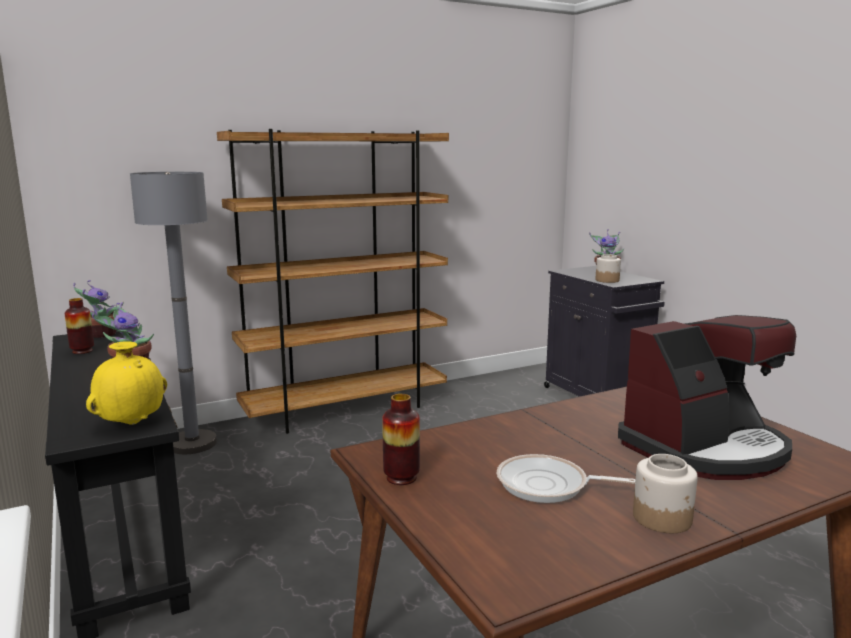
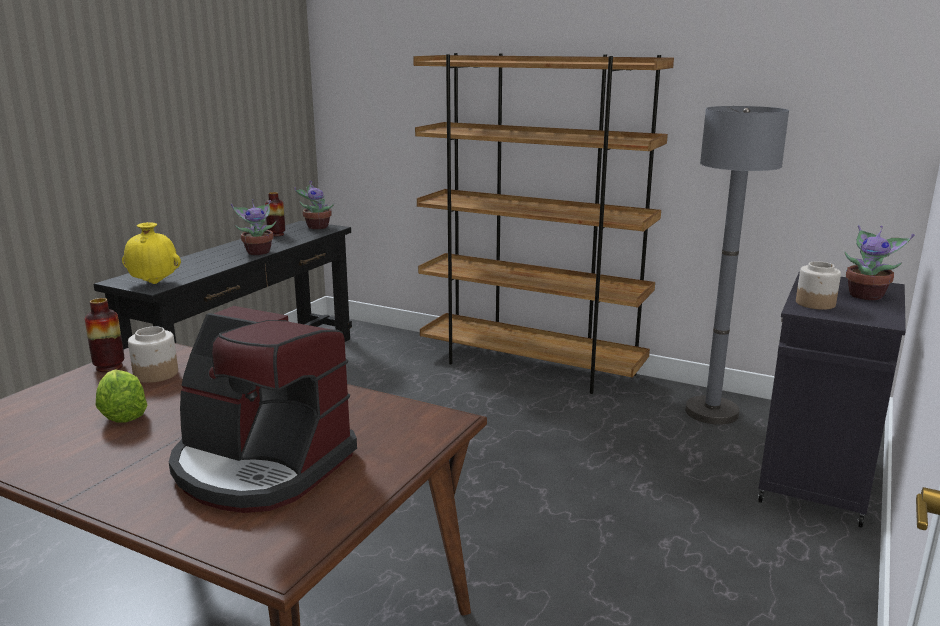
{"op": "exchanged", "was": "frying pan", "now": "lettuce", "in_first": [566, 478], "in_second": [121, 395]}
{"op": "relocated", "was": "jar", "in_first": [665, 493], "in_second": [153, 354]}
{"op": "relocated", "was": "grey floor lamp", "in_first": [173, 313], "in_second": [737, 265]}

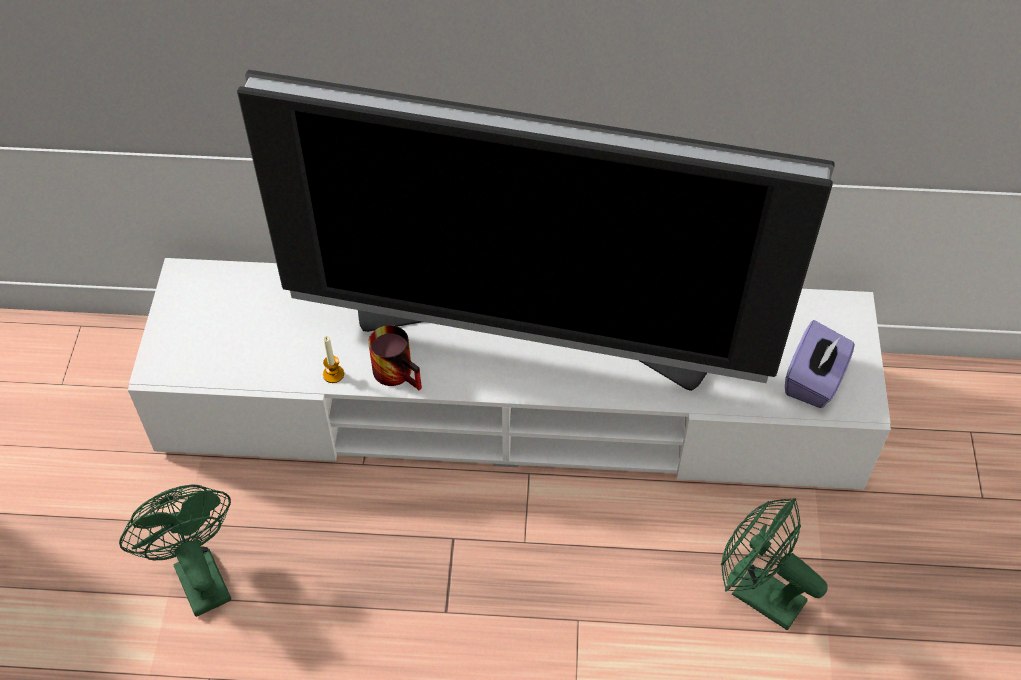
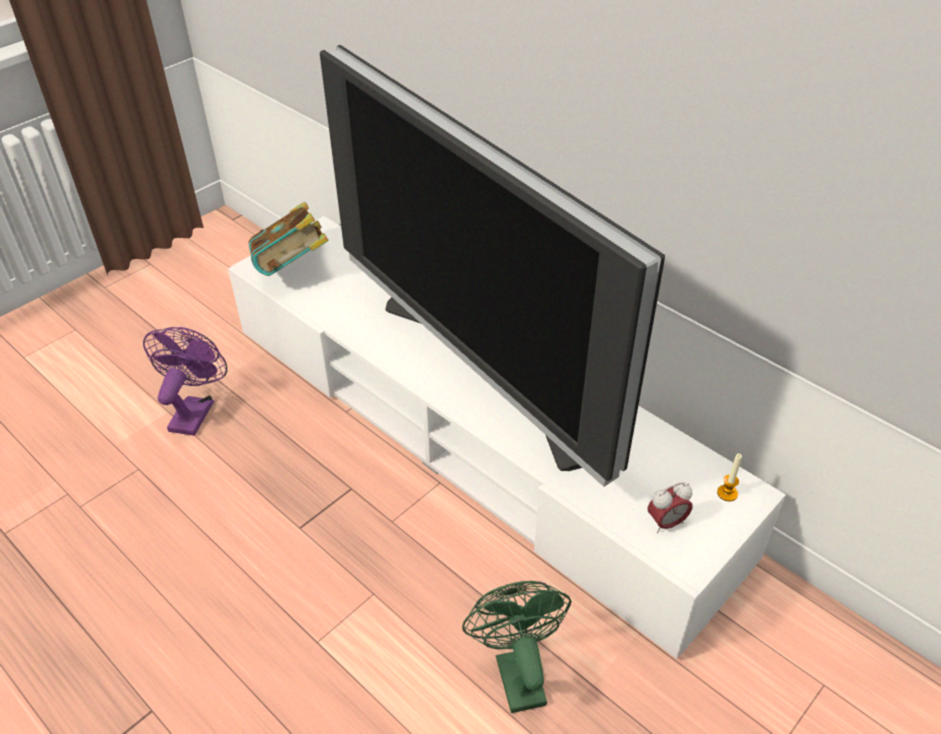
{"op": "colour", "was": "green fan", "now": "purple fan", "in_first": [175, 551], "in_second": [185, 381]}
{"op": "appeared", "now": "book", "in_second": [288, 239]}
{"op": "exchanged", "was": "purple tissue box", "now": "alarm clock", "in_first": [820, 364], "in_second": [670, 507]}
{"op": "relocated", "was": "candle", "in_first": [333, 359], "in_second": [729, 477]}
{"op": "missing", "was": "mug", "in_first": [395, 357]}

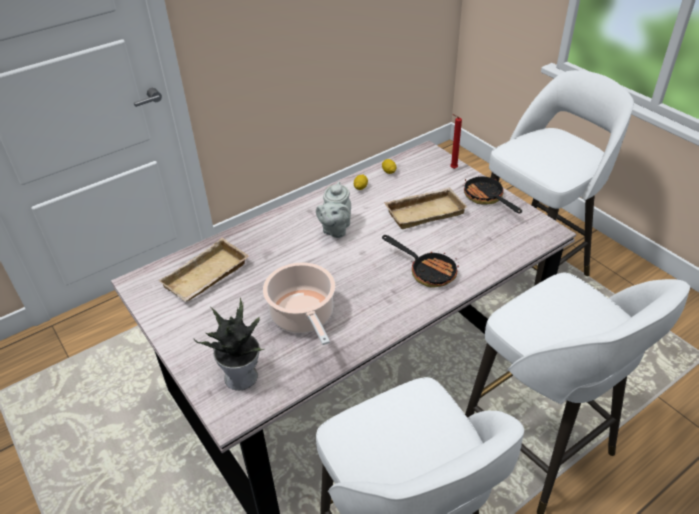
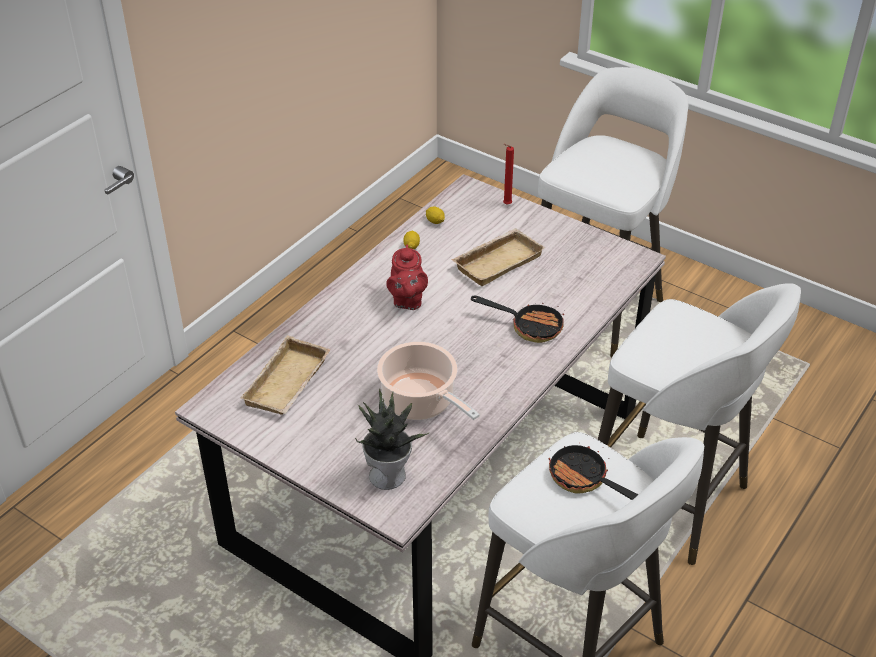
{"op": "colour", "was": "grey teapot", "now": "red teapot", "in_first": [333, 209], "in_second": [407, 277]}
{"op": "relocated", "was": "frying pan", "in_first": [492, 194], "in_second": [593, 472]}

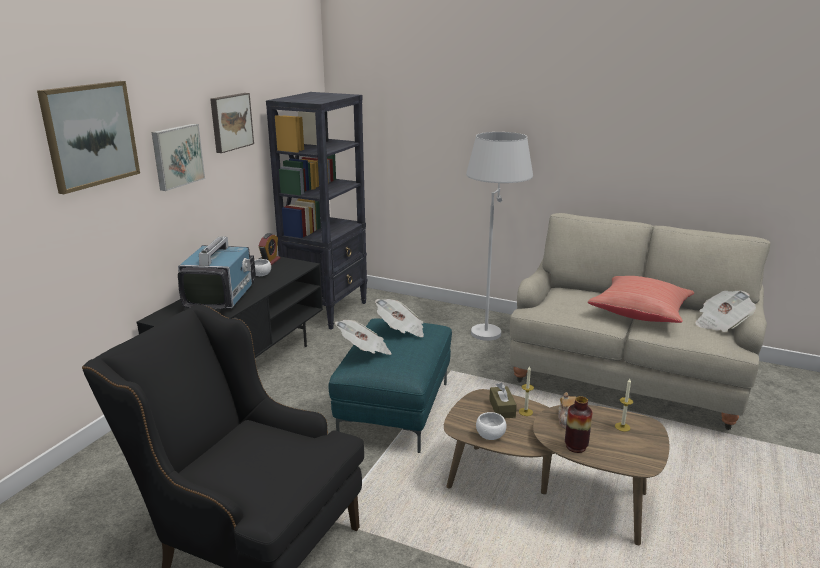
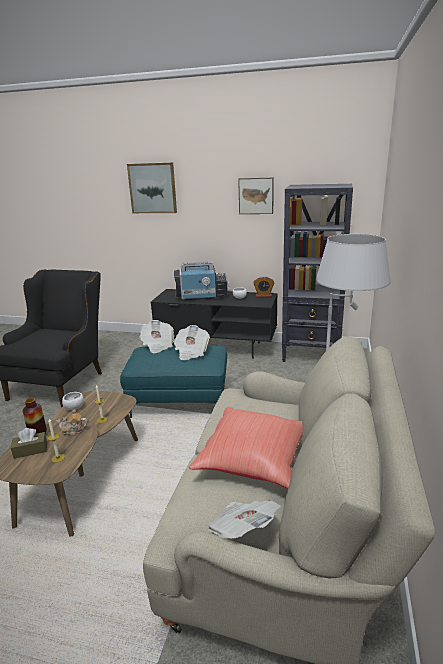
{"op": "relocated", "was": "brown tissue box", "in_first": [503, 400], "in_second": [29, 443]}
{"op": "missing", "was": "picture", "in_first": [178, 157]}

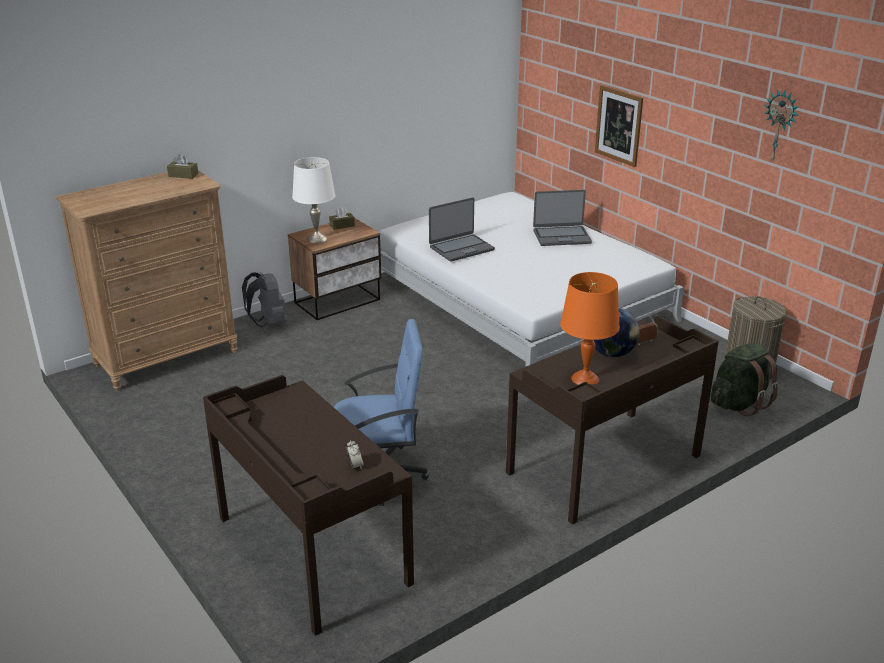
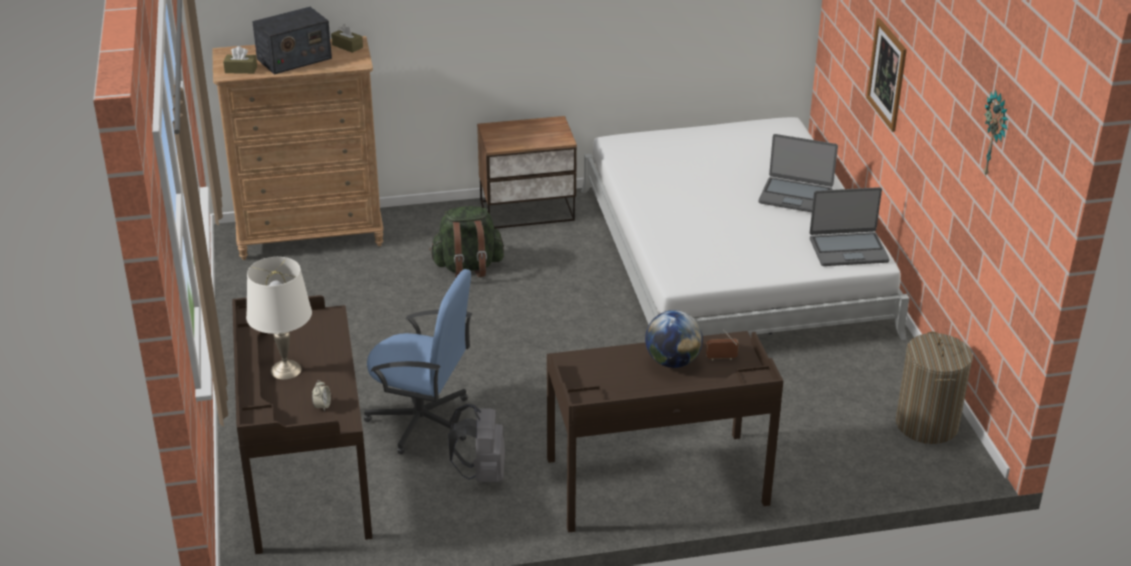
{"op": "relocated", "was": "brown tissue box", "in_first": [342, 218], "in_second": [240, 60]}
{"op": "relocated", "was": "white table lamp", "in_first": [314, 200], "in_second": [279, 318]}
{"op": "appeared", "now": "radio", "in_second": [292, 40]}
{"op": "relocated", "was": "green backpack", "in_first": [744, 380], "in_second": [466, 242]}
{"op": "relocated", "was": "grey backpack", "in_first": [264, 299], "in_second": [476, 443]}
{"op": "relocated", "was": "laptop", "in_first": [462, 230], "in_second": [850, 226]}
{"op": "missing", "was": "orange table lamp", "in_first": [590, 328]}

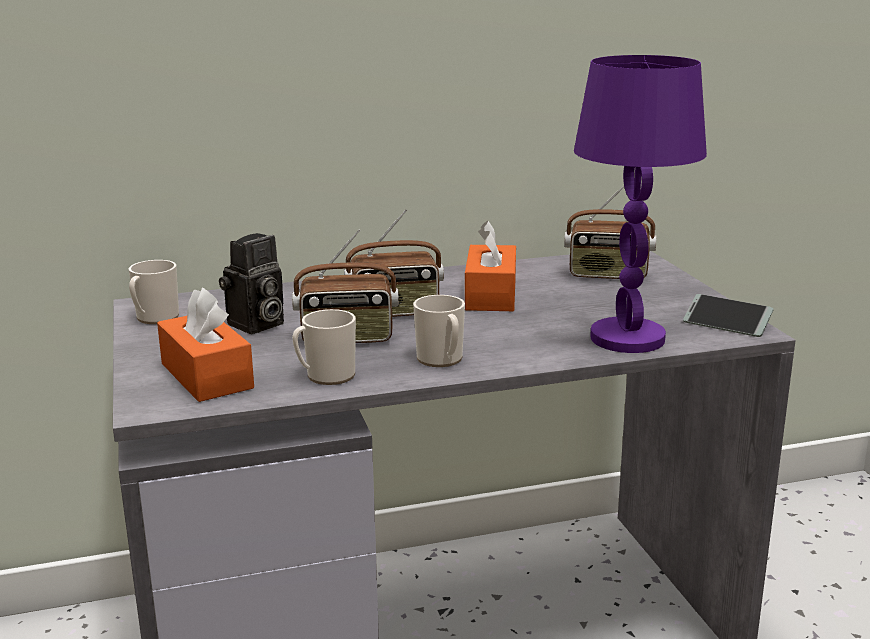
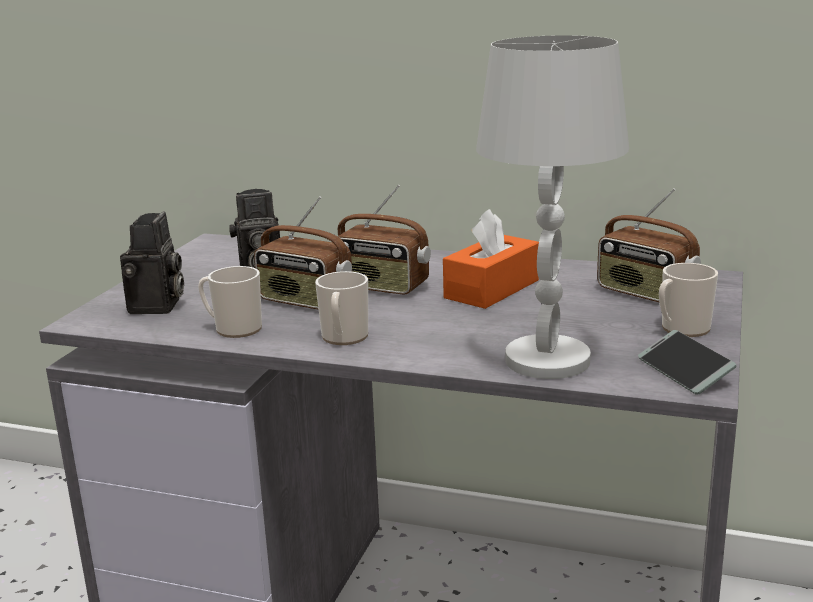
{"op": "exchanged", "was": "orange tissue box", "now": "photo camera", "in_first": [205, 345], "in_second": [152, 262]}
{"op": "colour", "was": "purple table lamp", "now": "white table lamp", "in_first": [640, 204], "in_second": [552, 207]}
{"op": "relocated", "was": "mug", "in_first": [154, 292], "in_second": [688, 300]}

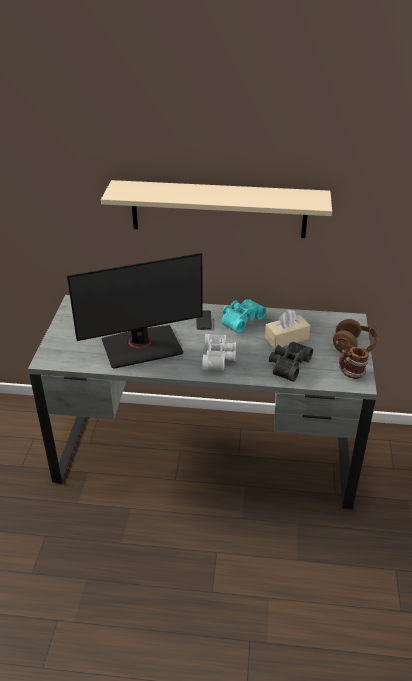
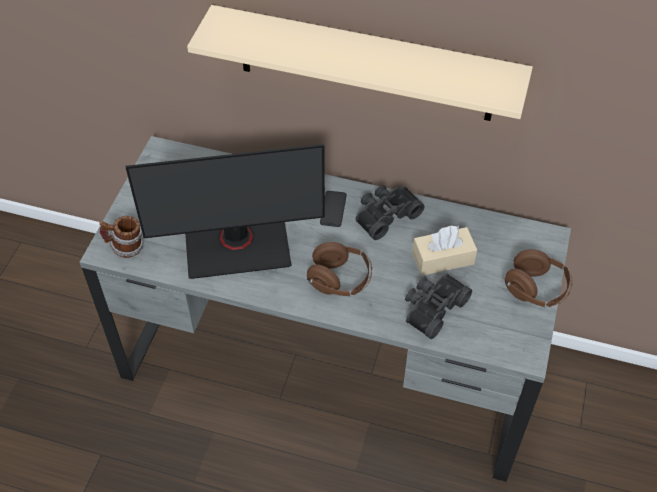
{"op": "relocated", "was": "mug", "in_first": [354, 363], "in_second": [121, 237]}
{"op": "exchanged", "was": "white binoculars", "now": "brown headphones", "in_first": [219, 352], "in_second": [339, 269]}
{"op": "colour", "was": "turquoise binoculars", "now": "black binoculars", "in_first": [244, 316], "in_second": [389, 212]}

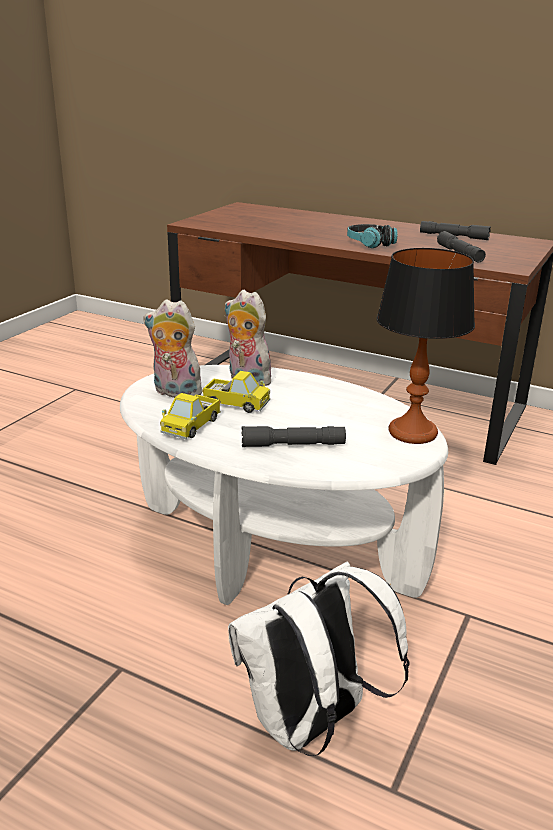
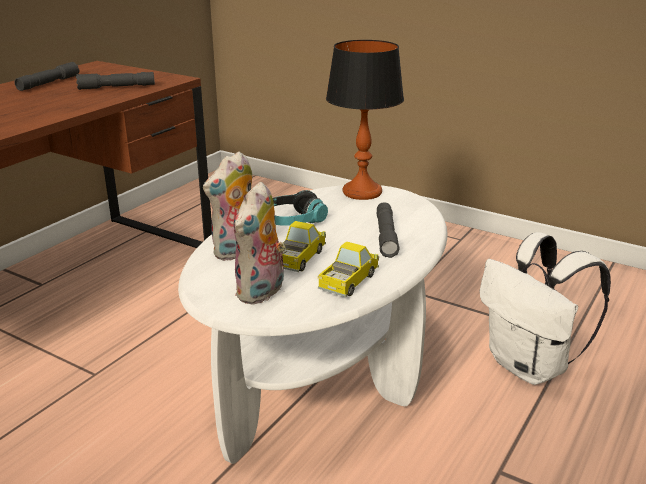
{"op": "relocated", "was": "headphones", "in_first": [372, 236], "in_second": [300, 208]}
{"op": "spun", "was": "toy truck", "in_first": [190, 416], "in_second": [348, 269], "clockwise": -90}

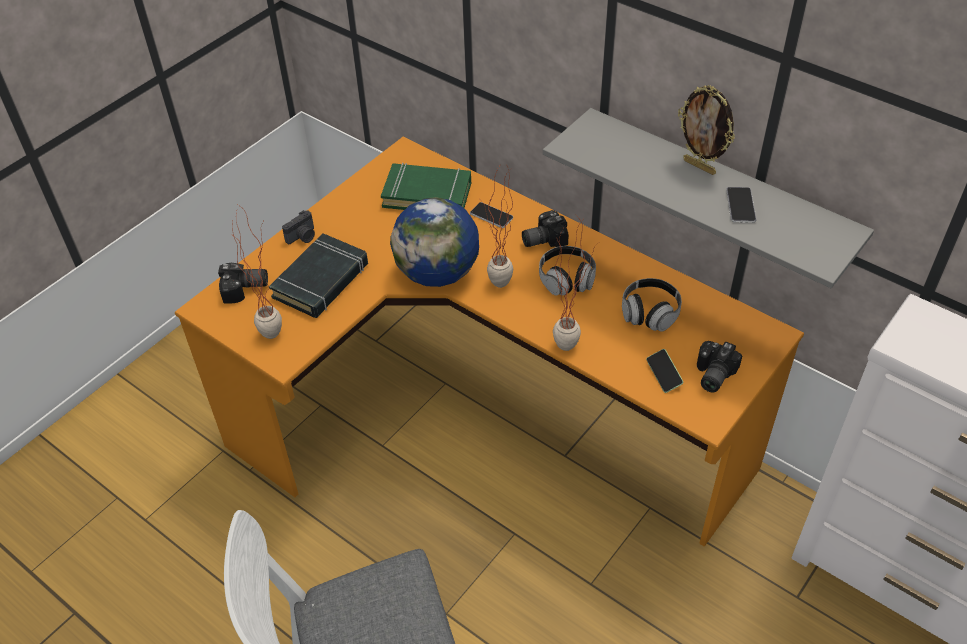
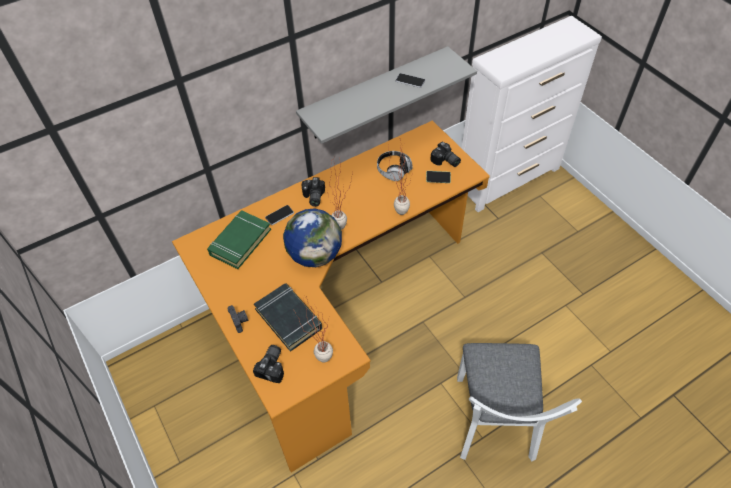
{"op": "missing", "was": "headphones", "in_first": [567, 271]}
{"op": "missing", "was": "picture frame", "in_first": [706, 130]}

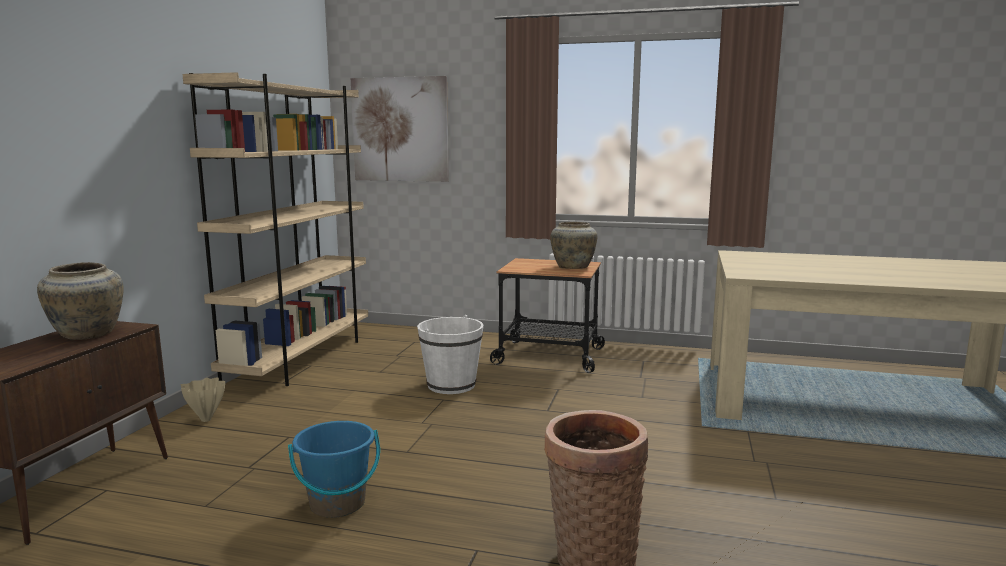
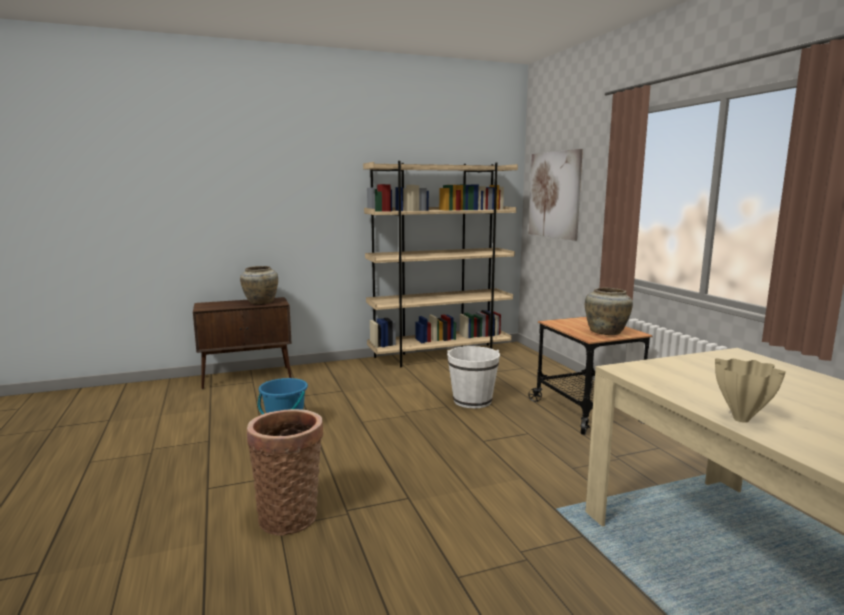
{"op": "relocated", "was": "beige vase", "in_first": [203, 400], "in_second": [750, 390]}

